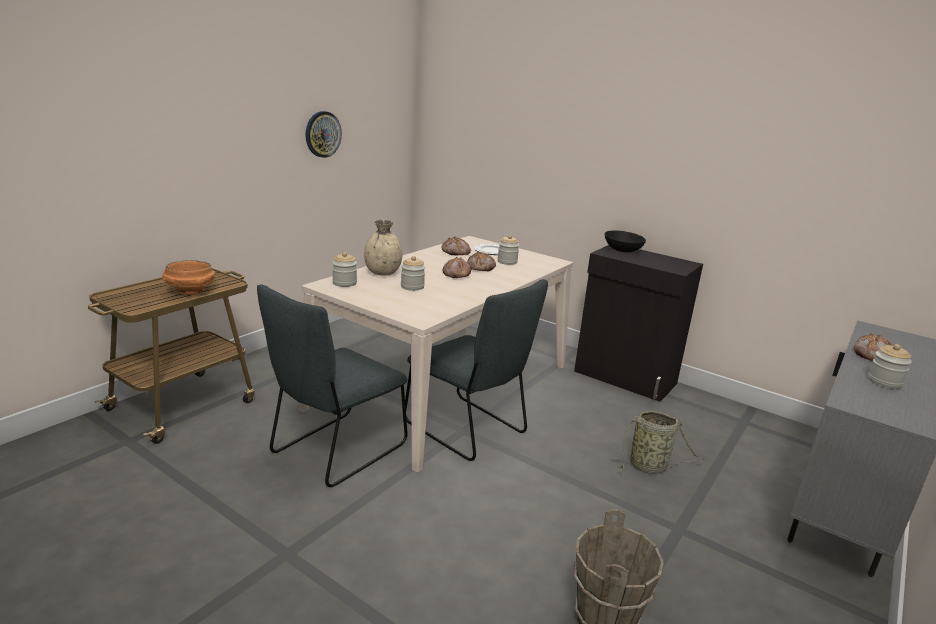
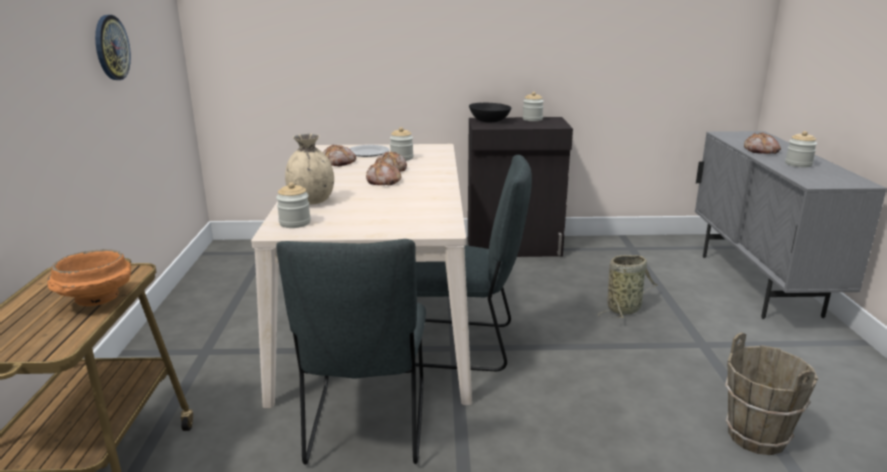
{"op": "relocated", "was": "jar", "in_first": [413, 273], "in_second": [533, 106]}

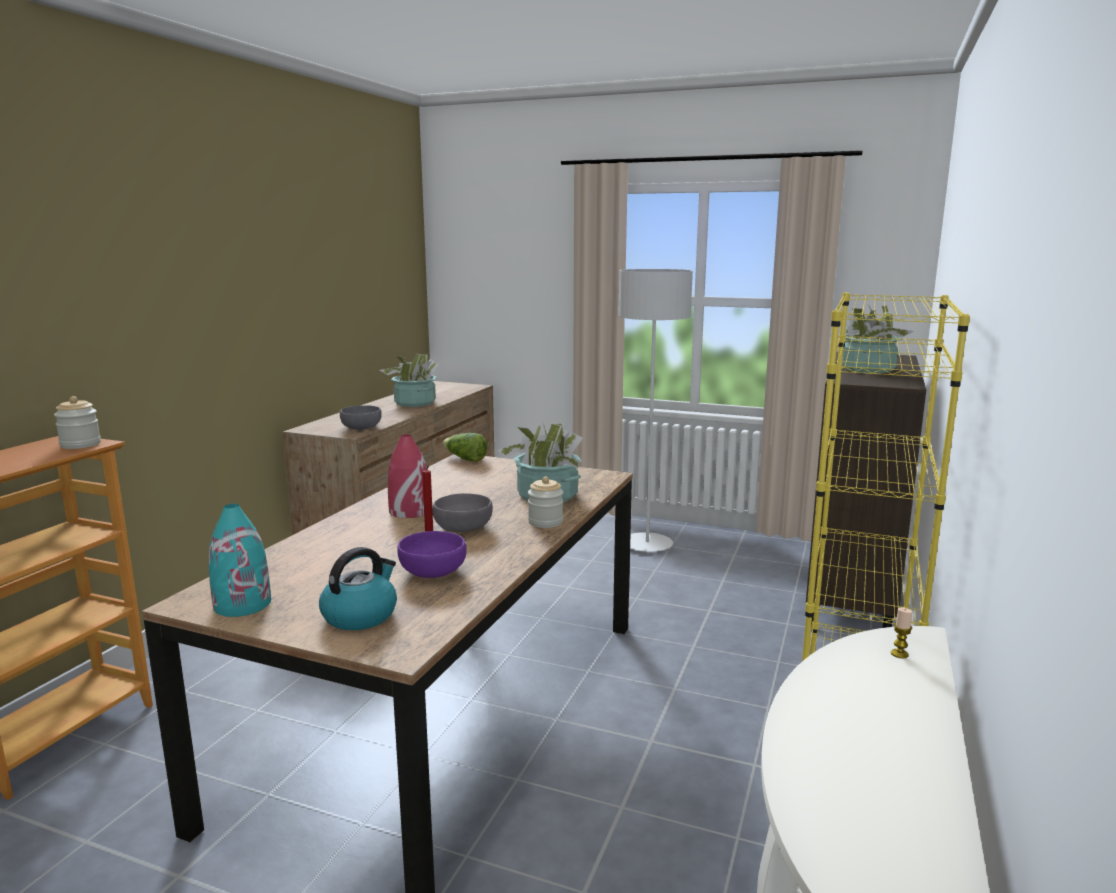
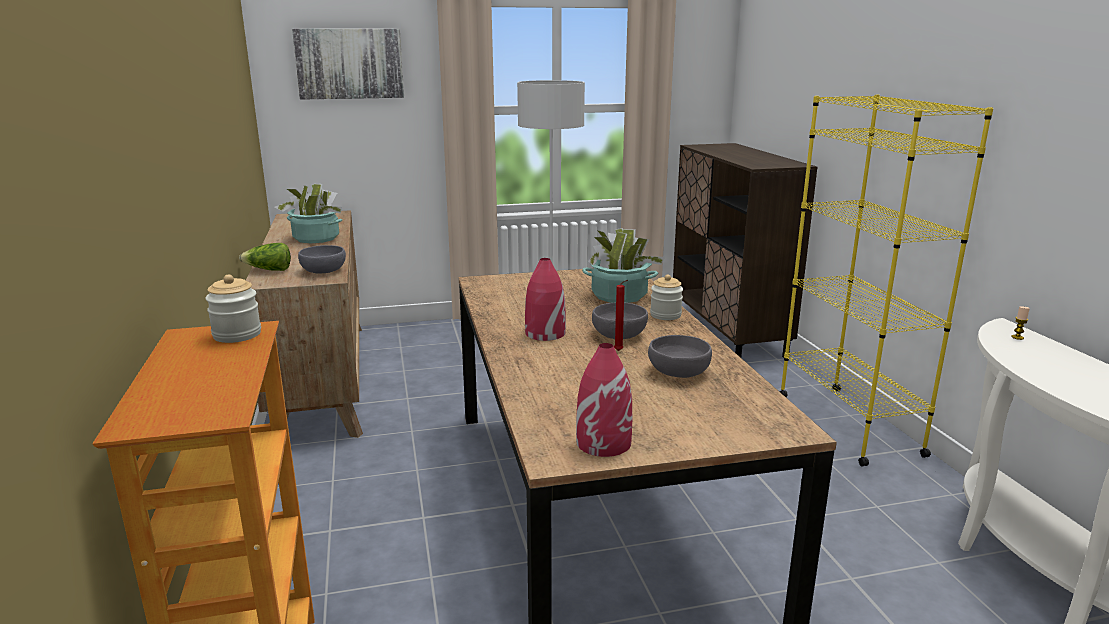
{"op": "relocated", "was": "lettuce", "in_first": [465, 447], "in_second": [265, 257]}
{"op": "appeared", "now": "picture", "in_second": [348, 64]}
{"op": "colour", "was": "turquoise vase", "now": "red vase", "in_first": [239, 560], "in_second": [604, 400]}
{"op": "colour", "was": "purple bowl", "now": "grey bowl", "in_first": [432, 554], "in_second": [680, 356]}
{"op": "missing", "was": "kettle", "in_first": [358, 588]}
{"op": "missing", "was": "potted plant", "in_first": [878, 339]}

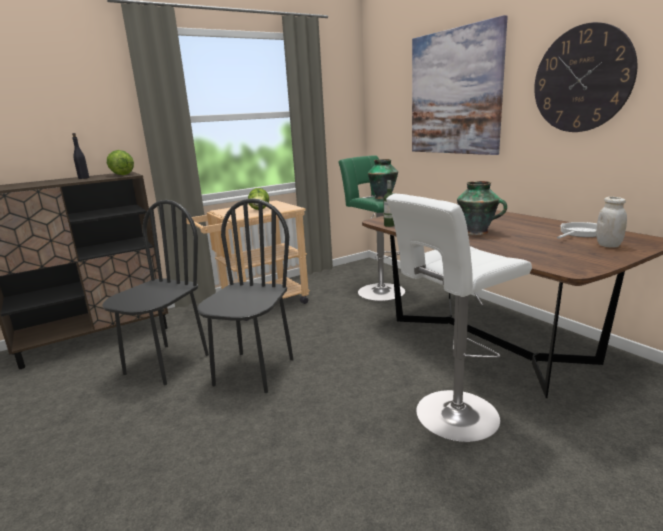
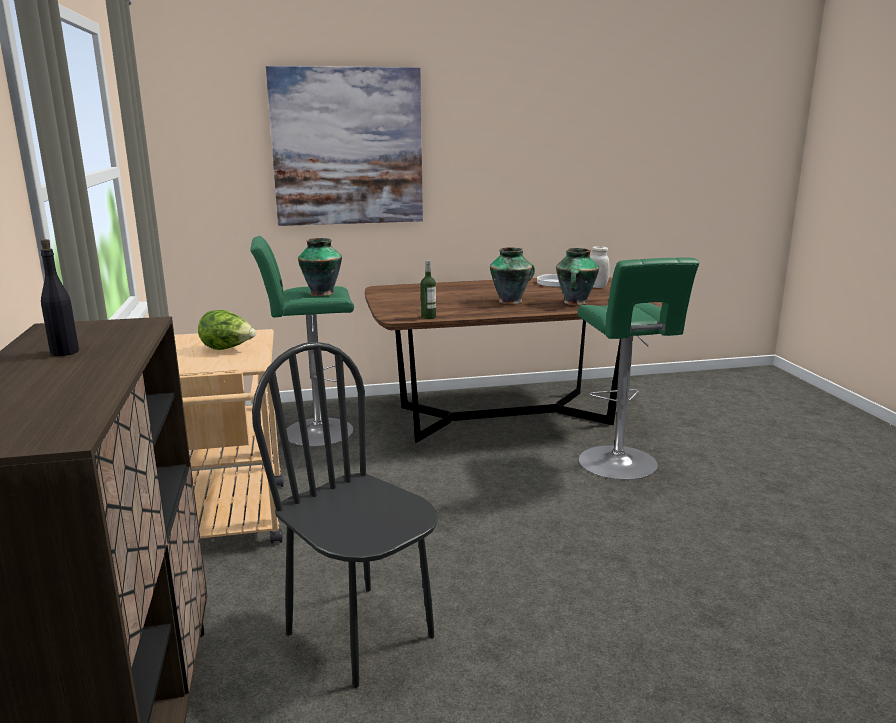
{"op": "appeared", "now": "vase", "in_second": [577, 276]}
{"op": "colour", "was": "white stool", "now": "green stool", "in_first": [459, 318], "in_second": [638, 368]}
{"op": "missing", "was": "lettuce", "in_first": [120, 162]}
{"op": "missing", "was": "black chair", "in_first": [245, 295]}
{"op": "missing", "was": "wall clock", "in_first": [586, 77]}

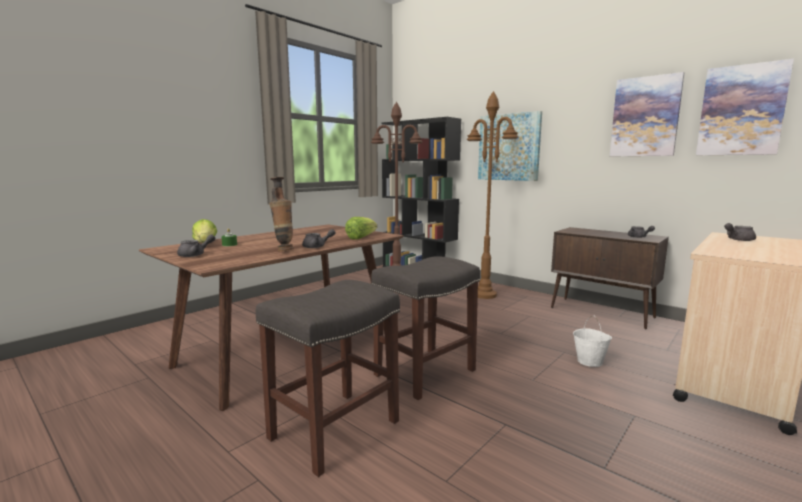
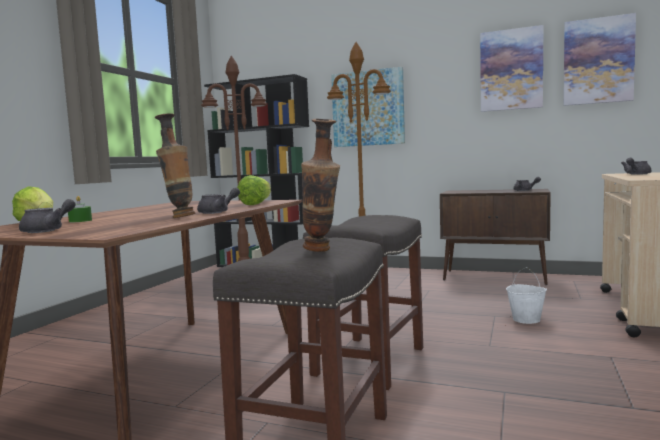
{"op": "appeared", "now": "vase", "in_second": [320, 185]}

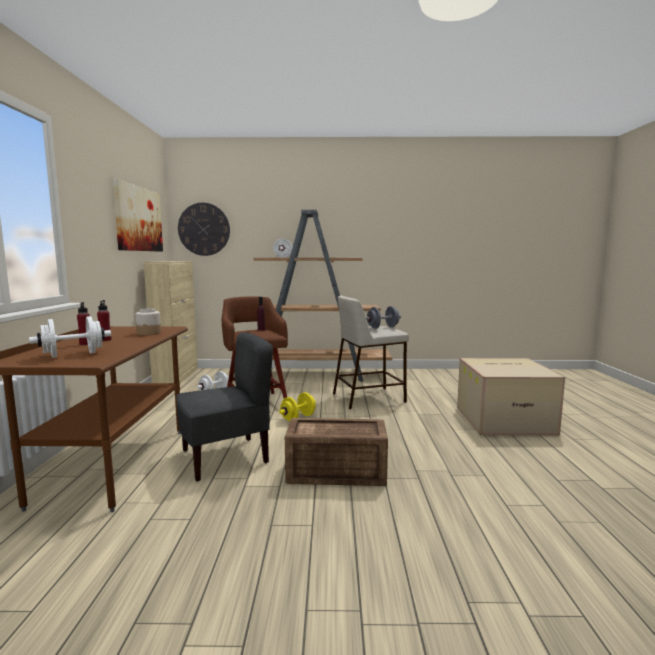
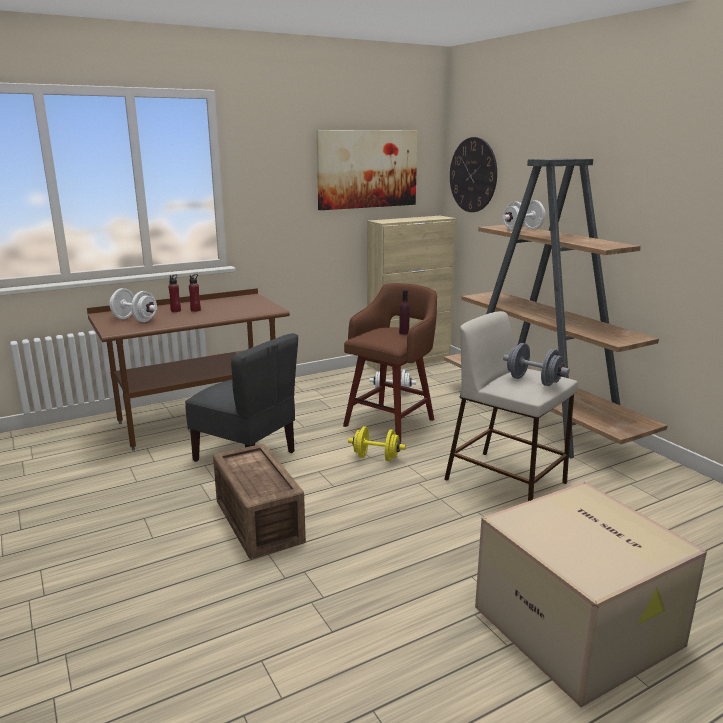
{"op": "missing", "was": "jar", "in_first": [148, 321]}

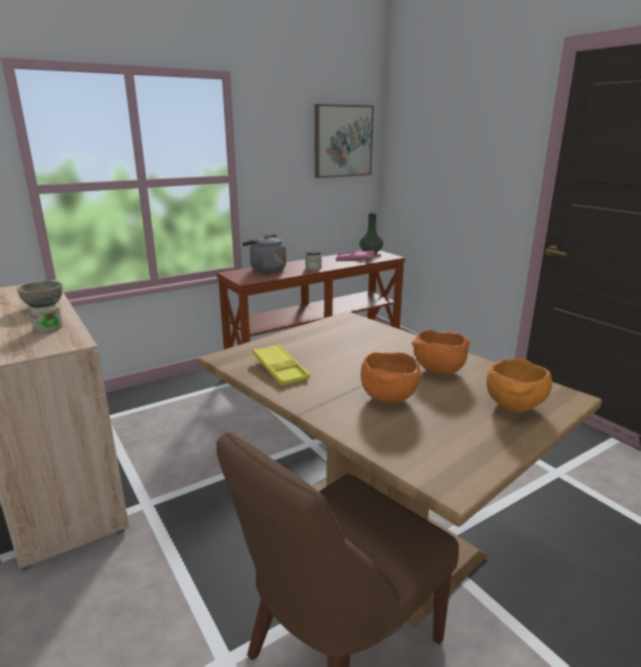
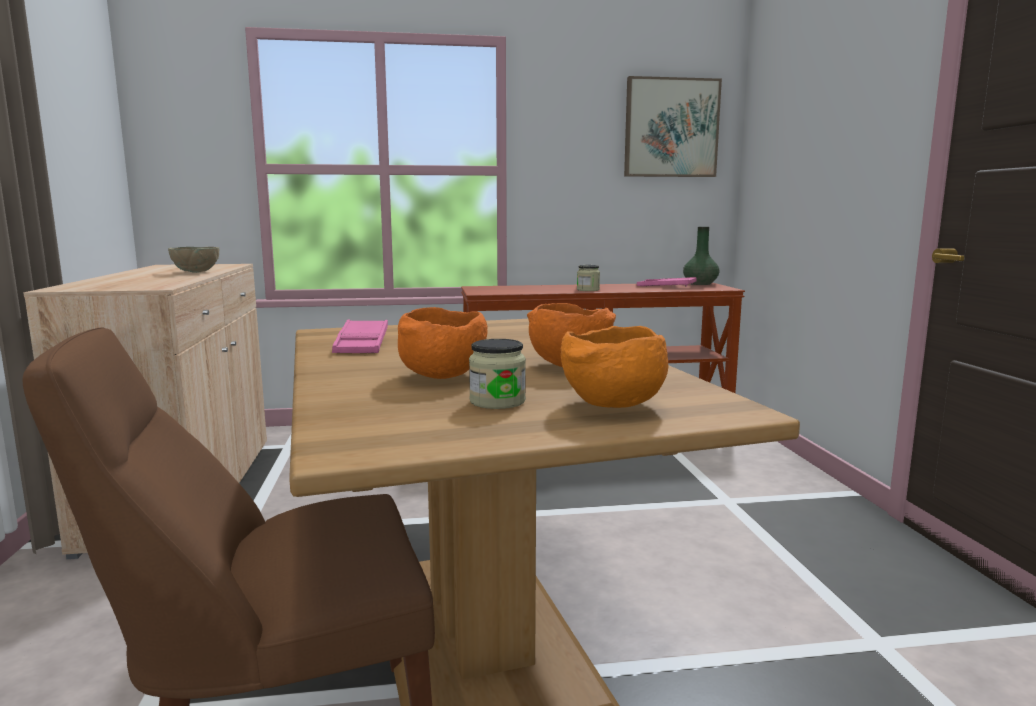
{"op": "colour", "was": "yellow tray", "now": "pink tray", "in_first": [281, 365], "in_second": [360, 336]}
{"op": "relocated", "was": "jar", "in_first": [46, 315], "in_second": [497, 374]}
{"op": "missing", "was": "grey kettle", "in_first": [264, 254]}

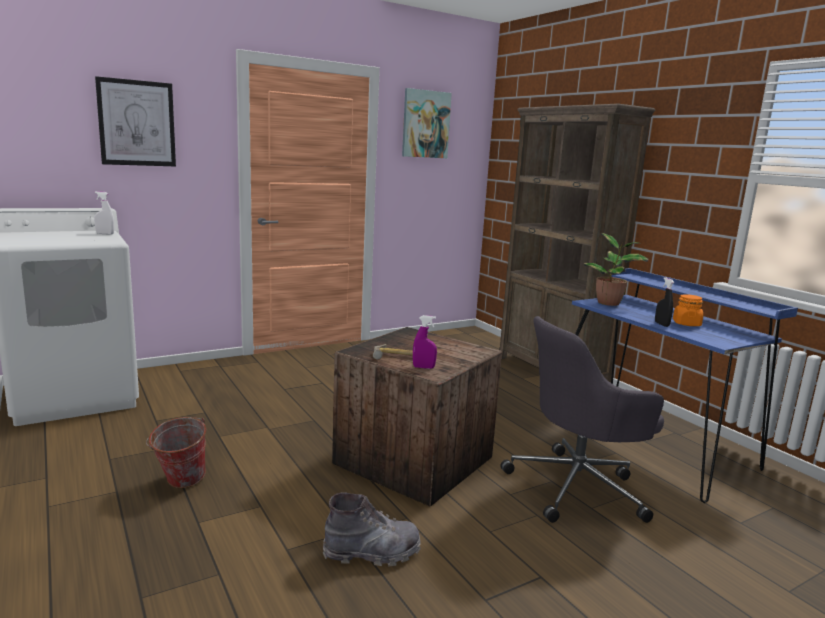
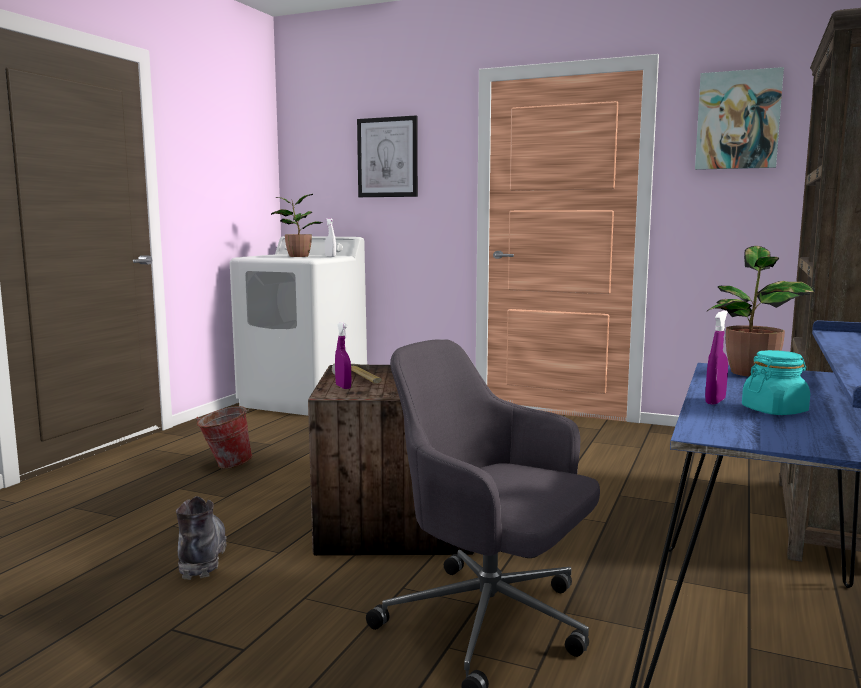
{"op": "spun", "was": "grey boot", "in_first": [372, 530], "in_second": [201, 538], "clockwise": -150}
{"op": "appeared", "now": "potted plant", "in_second": [296, 225]}
{"op": "colour", "was": "black spray bottle", "now": "purple spray bottle", "in_first": [664, 302], "in_second": [716, 357]}
{"op": "colour", "was": "orange jar", "now": "turquoise jar", "in_first": [688, 310], "in_second": [776, 382]}

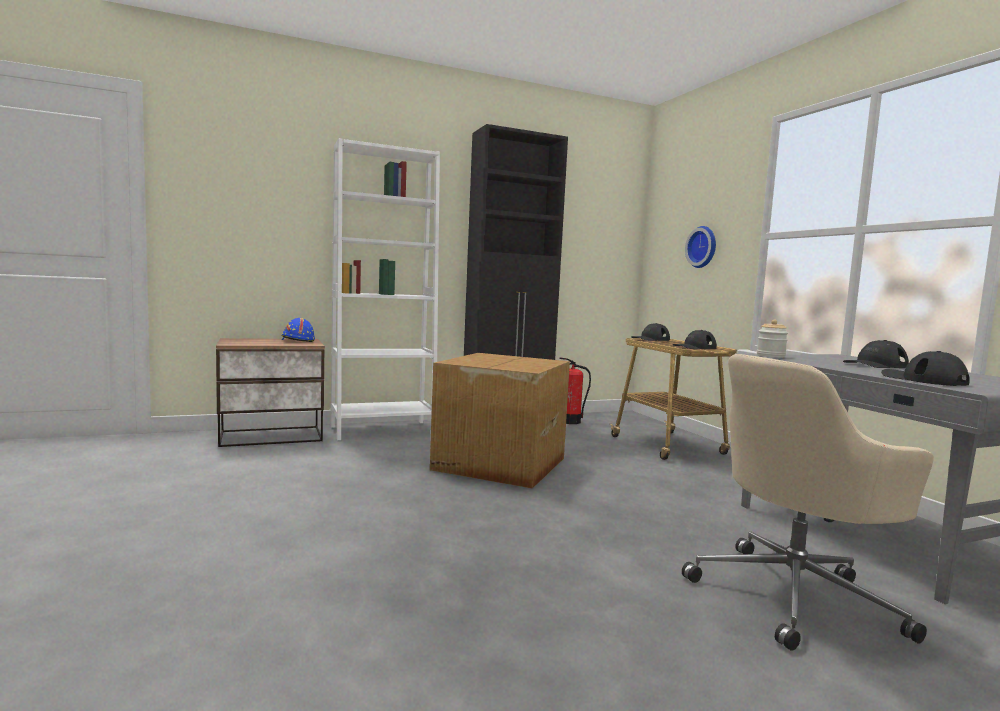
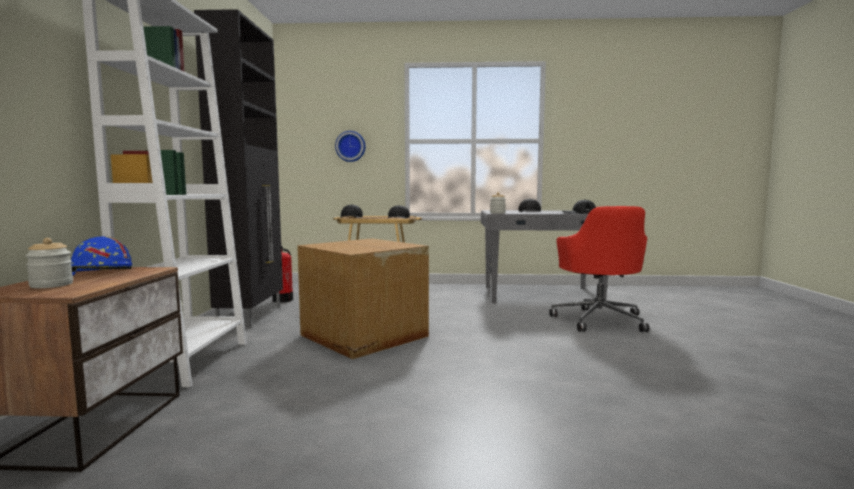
{"op": "appeared", "now": "jar", "in_second": [49, 263]}
{"op": "colour", "was": "beige office chair", "now": "red office chair", "in_first": [808, 502], "in_second": [599, 269]}

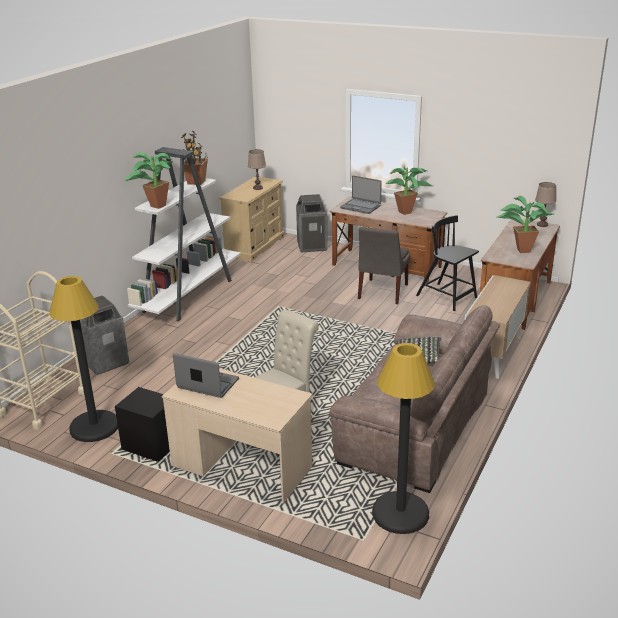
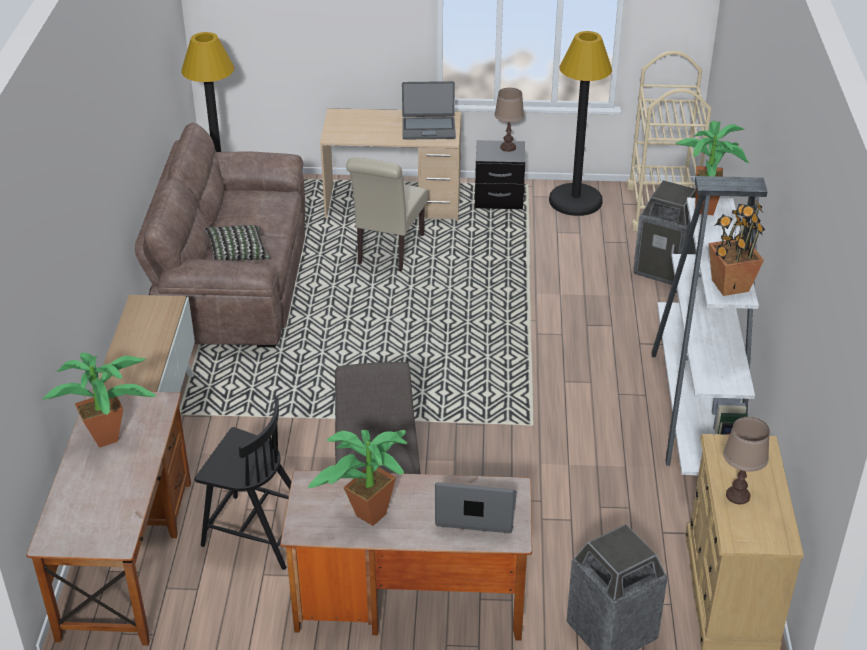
{"op": "relocated", "was": "brown table lamp", "in_first": [545, 204], "in_second": [509, 120]}

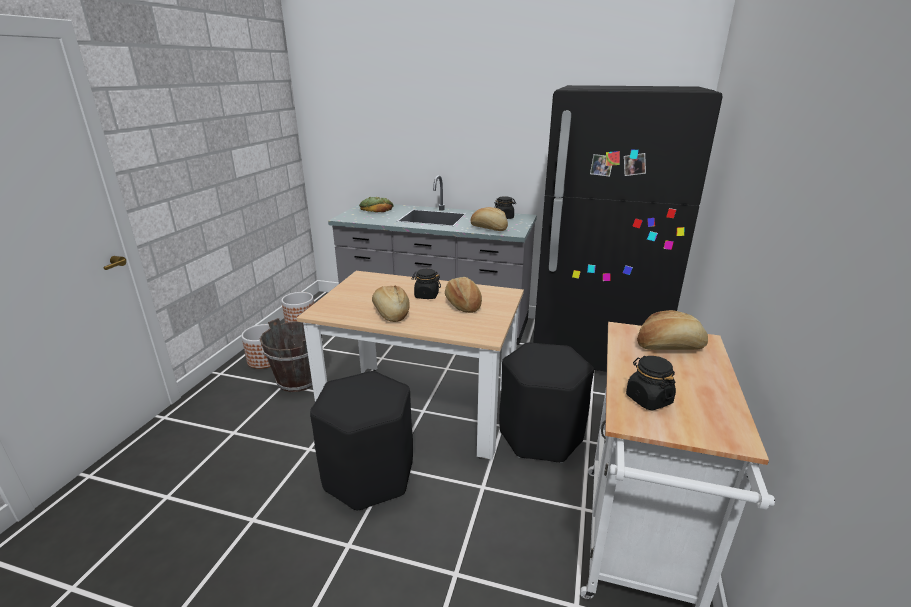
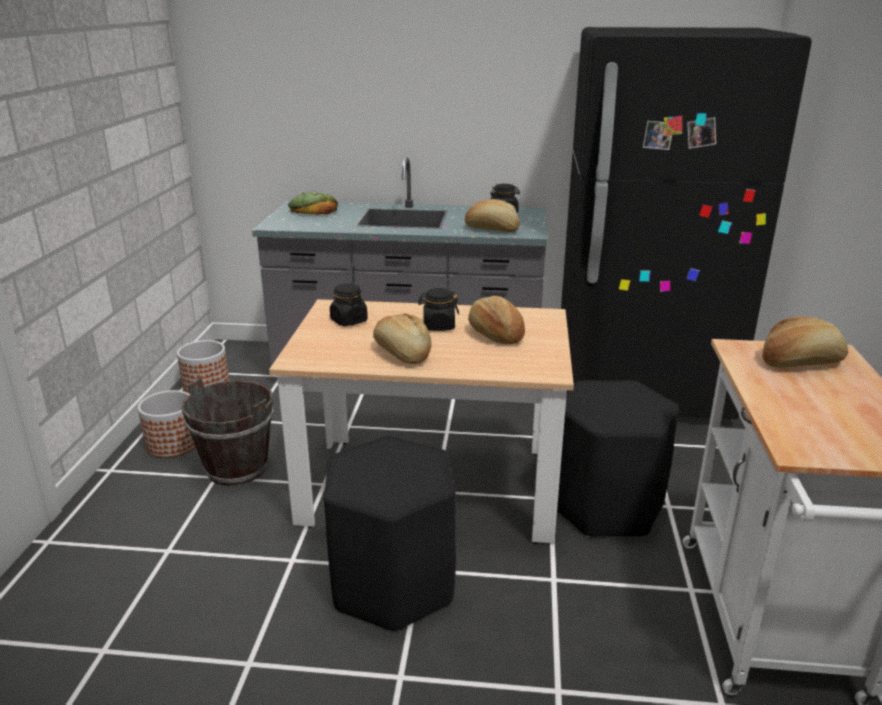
{"op": "relocated", "was": "black jar", "in_first": [651, 383], "in_second": [349, 304]}

